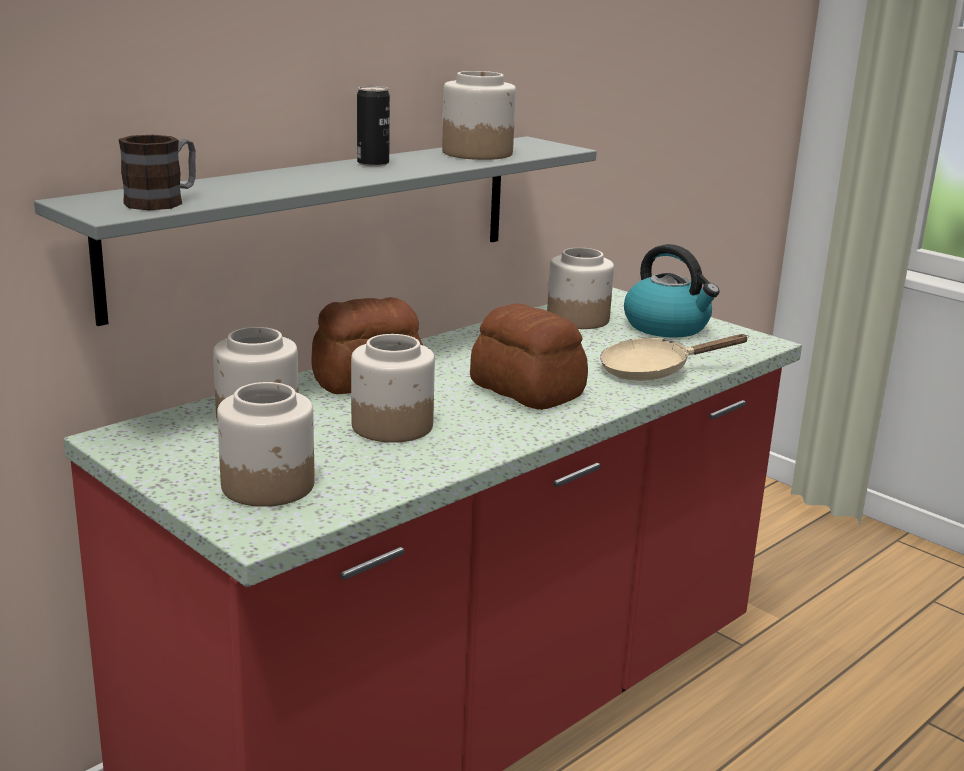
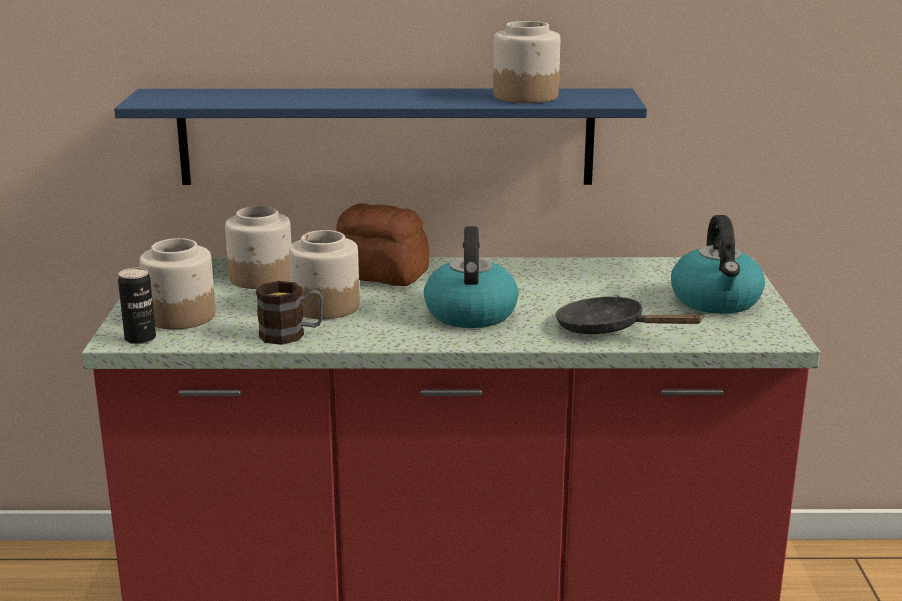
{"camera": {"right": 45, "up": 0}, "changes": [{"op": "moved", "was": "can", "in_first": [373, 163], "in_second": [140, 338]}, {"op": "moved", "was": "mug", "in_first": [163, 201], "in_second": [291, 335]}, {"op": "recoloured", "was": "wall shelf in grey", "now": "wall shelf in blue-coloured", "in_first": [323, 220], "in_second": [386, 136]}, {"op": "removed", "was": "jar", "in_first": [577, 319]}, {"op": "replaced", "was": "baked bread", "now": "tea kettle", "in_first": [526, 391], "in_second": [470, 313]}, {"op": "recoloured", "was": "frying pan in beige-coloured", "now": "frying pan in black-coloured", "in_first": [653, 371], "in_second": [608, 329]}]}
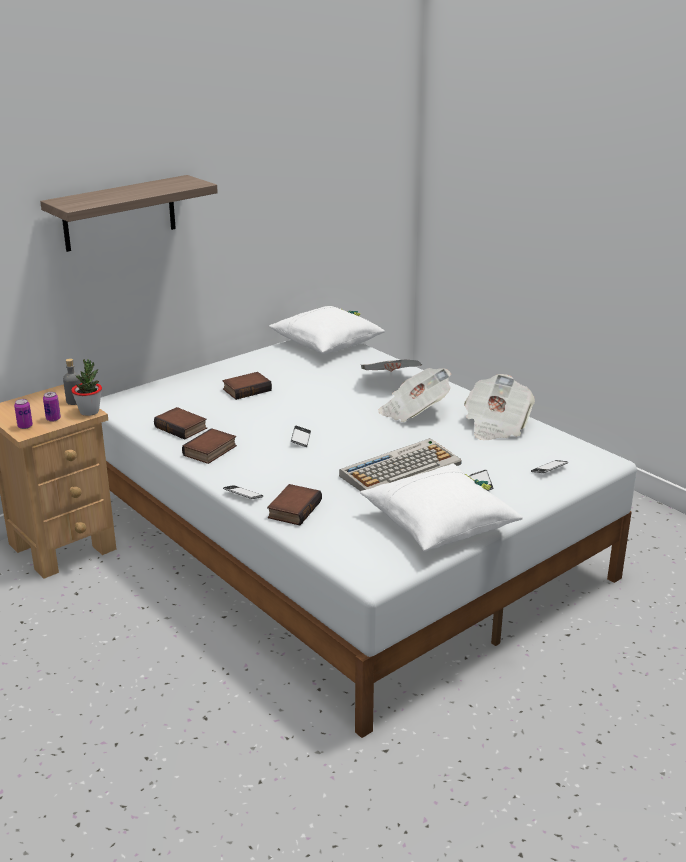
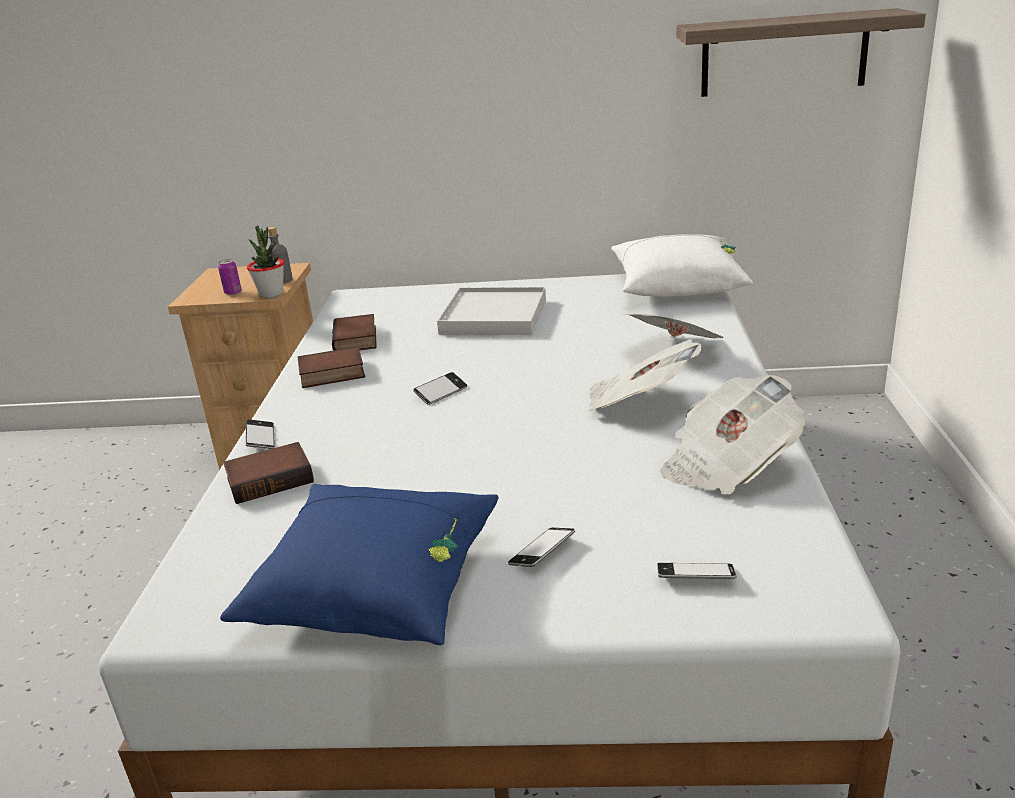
{"camera": {"right": 45, "up": 0}, "changes": [{"op": "moved", "was": "wall shelf", "in_first": [119, 213], "in_second": [784, 54]}, {"op": "replaced", "was": "bound book", "now": "serving tray in white-coloured", "in_first": [247, 389], "in_second": [494, 316]}, {"op": "removed", "was": "can", "in_first": [25, 426]}, {"op": "removed", "was": "keyboard", "in_first": [401, 469]}, {"op": "recoloured", "was": "pillow in white-coloured", "now": "pillow in blue-coloured", "in_first": [439, 525], "in_second": [375, 589]}]}
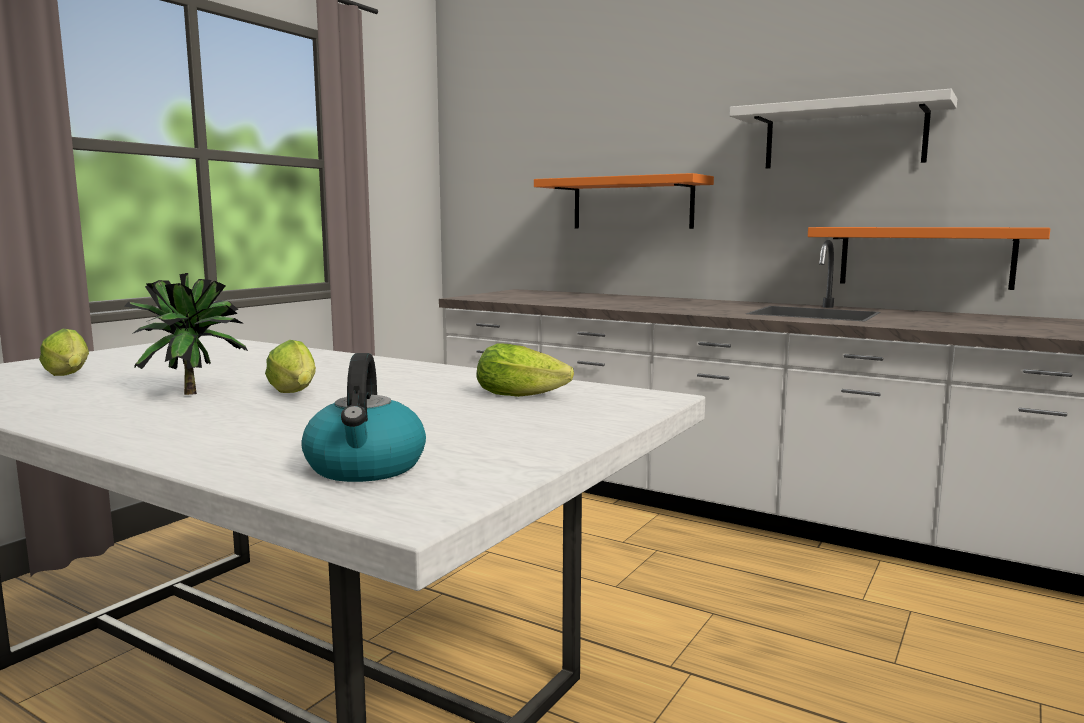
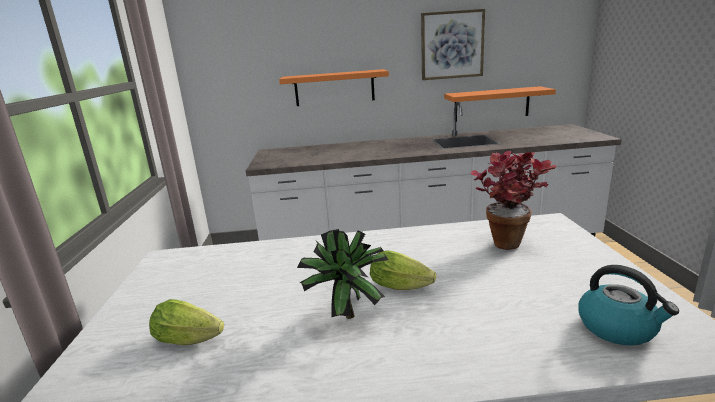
{"camera": {"right": -35, "up": 10}, "changes": [{"op": "replaced", "was": "wall shelf in white-coloured", "now": "wall art", "in_first": [844, 136], "in_second": [452, 45]}, {"op": "replaced", "was": "lettuce head", "now": "potted plant", "in_first": [525, 395], "in_second": [506, 240]}]}
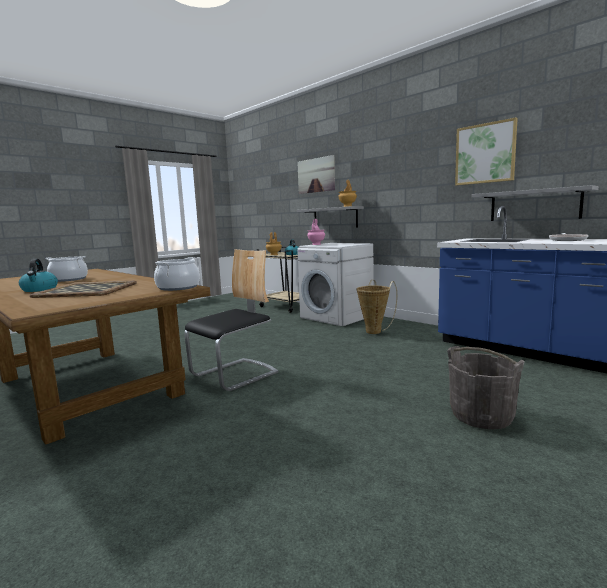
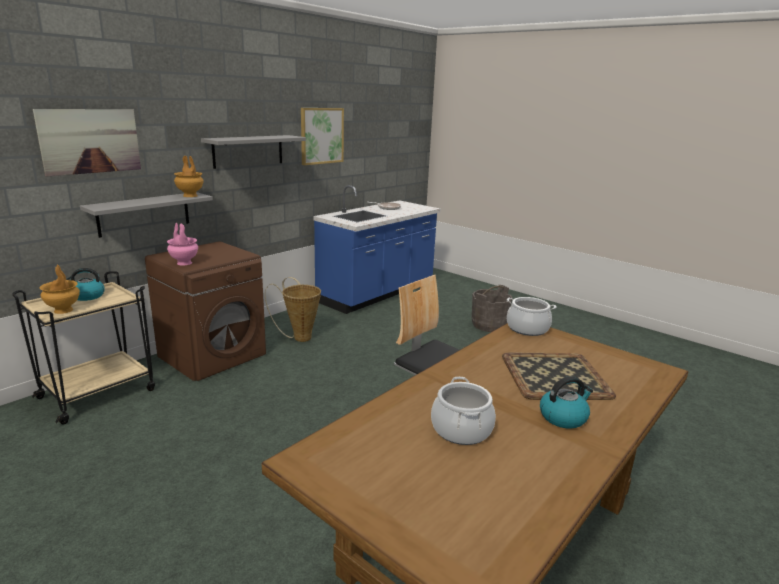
{"camera": {"right": -95, "up": 10}, "changes": [{"op": "moved", "was": "wall shelf in grey", "in_first": [534, 205], "in_second": [248, 151]}, {"op": "recoloured", "was": "laundry machine in white-coloured", "now": "laundry machine in brownish", "in_first": [335, 317], "in_second": [215, 355]}]}
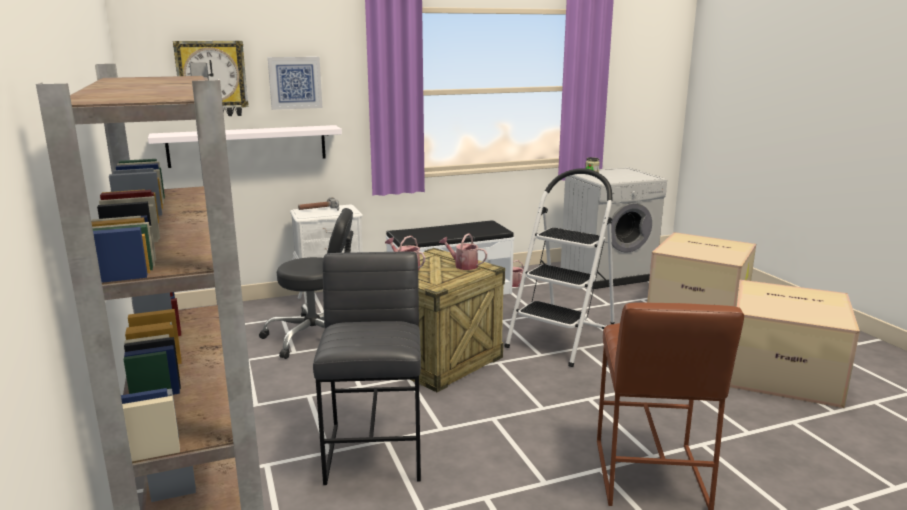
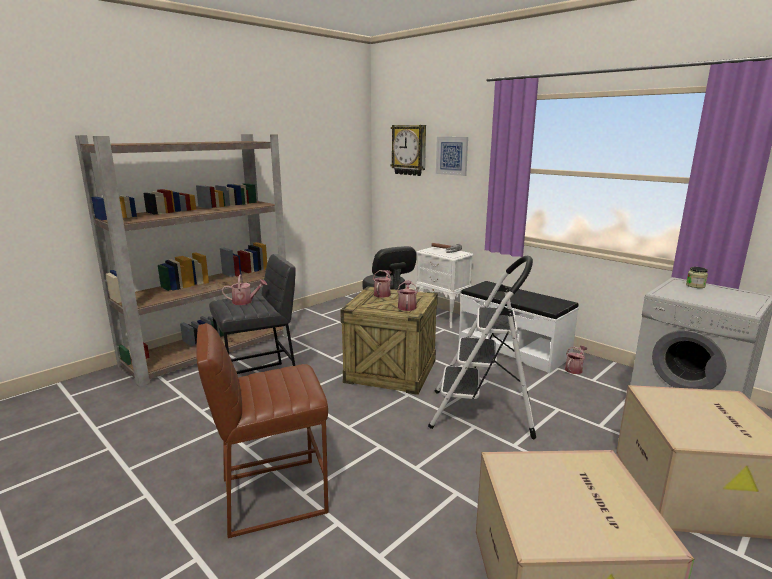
{"camera": {"right": 65, "up": 0}, "changes": [{"op": "removed", "was": "wall shelf in white-coloured", "in_first": [248, 146]}, {"op": "added", "now": "sprinkling can", "in_second": [245, 301]}]}
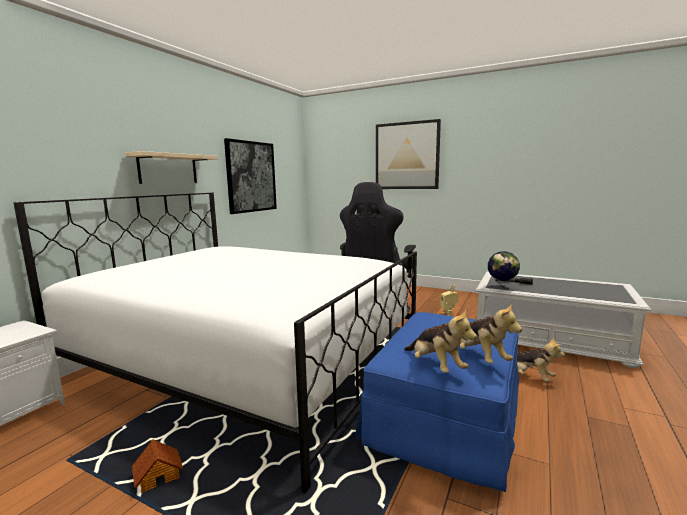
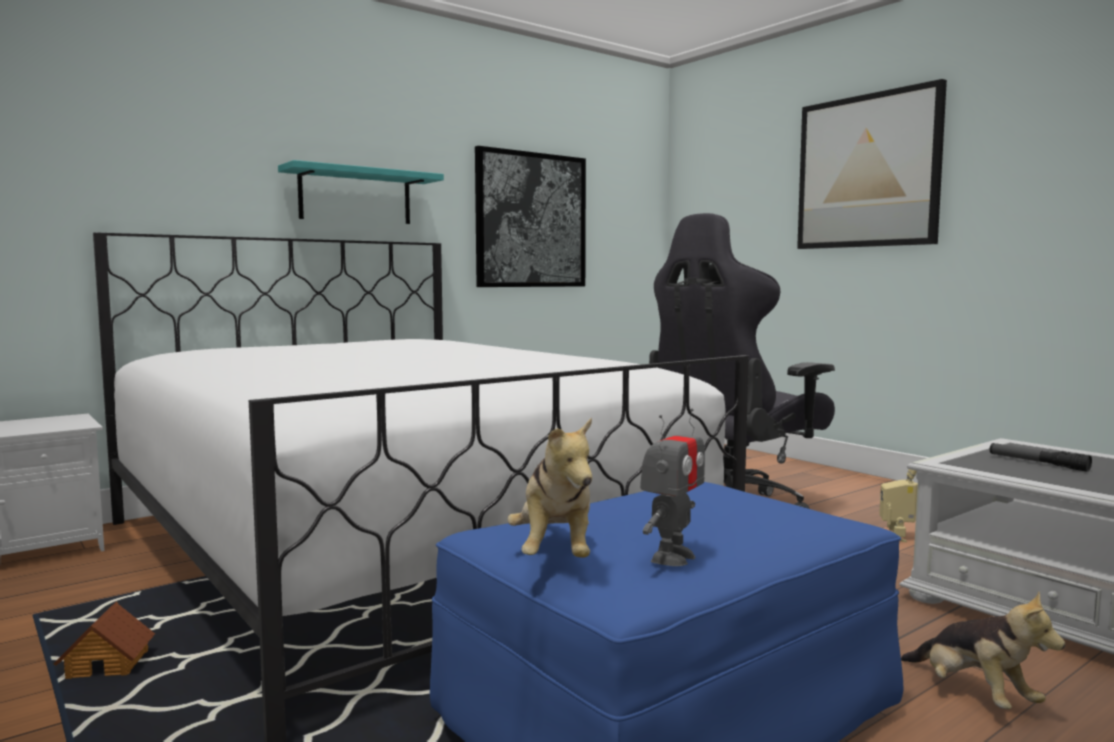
{"camera": {"right": 25, "up": -5}, "changes": [{"op": "recoloured", "was": "wall shelf in beige-coloured", "now": "wall shelf in turquoise-coloured", "in_first": [168, 169], "in_second": [355, 196]}, {"op": "removed", "was": "world globe", "in_first": [501, 288]}, {"op": "replaced", "was": "plush toy", "now": "robot figure", "in_first": [480, 358], "in_second": [672, 557]}]}
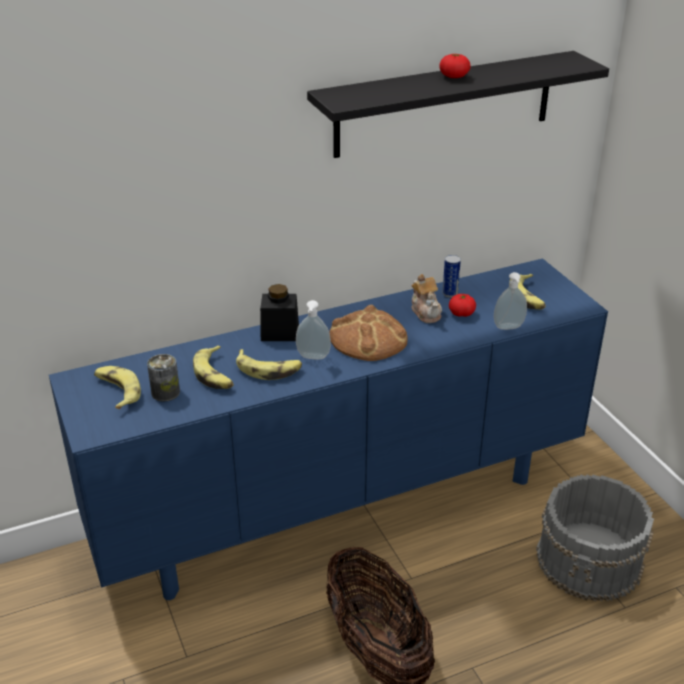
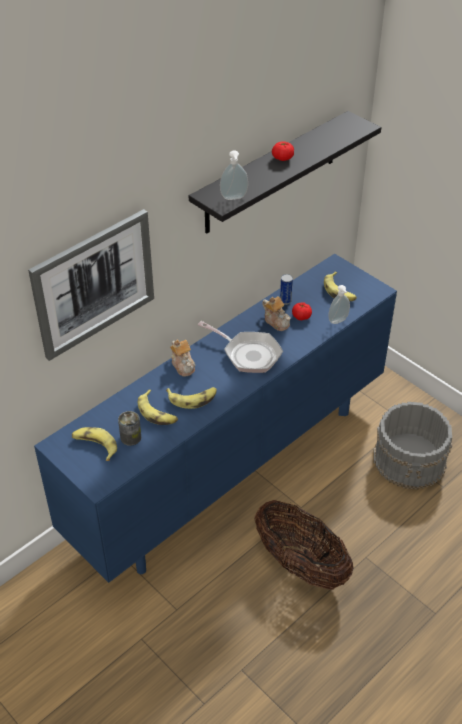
{"camera": {"right": -20, "up": 10}, "changes": [{"op": "replaced", "was": "jar in black-coloured", "now": "pot for tea", "in_first": [280, 333], "in_second": [183, 365]}, {"op": "moved", "was": "liquid soap bottle", "in_first": [313, 357], "in_second": [234, 198]}, {"op": "replaced", "was": "baked bread", "now": "frying pan", "in_first": [369, 338], "in_second": [248, 354]}, {"op": "added", "now": "wall art", "in_second": [94, 283]}]}
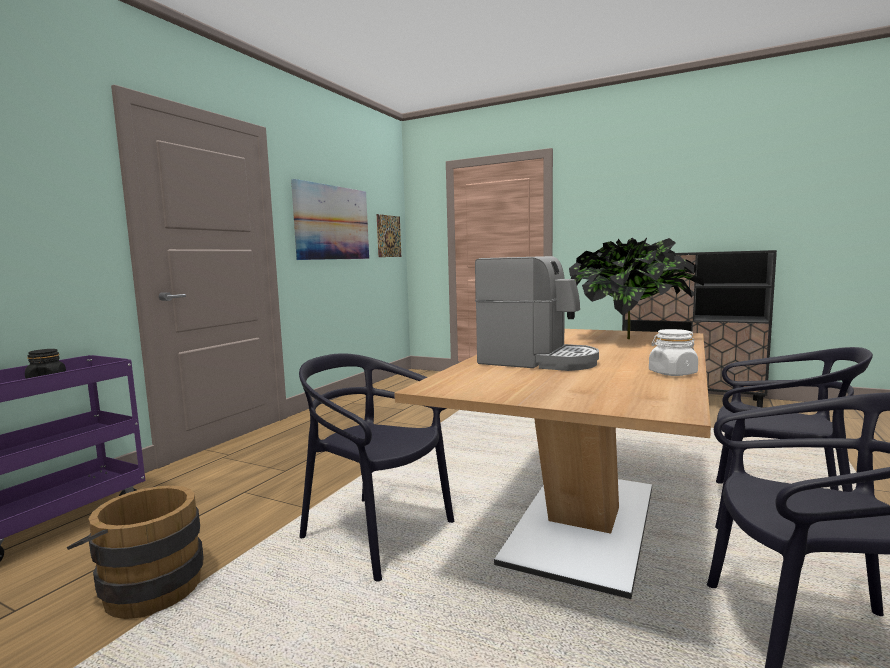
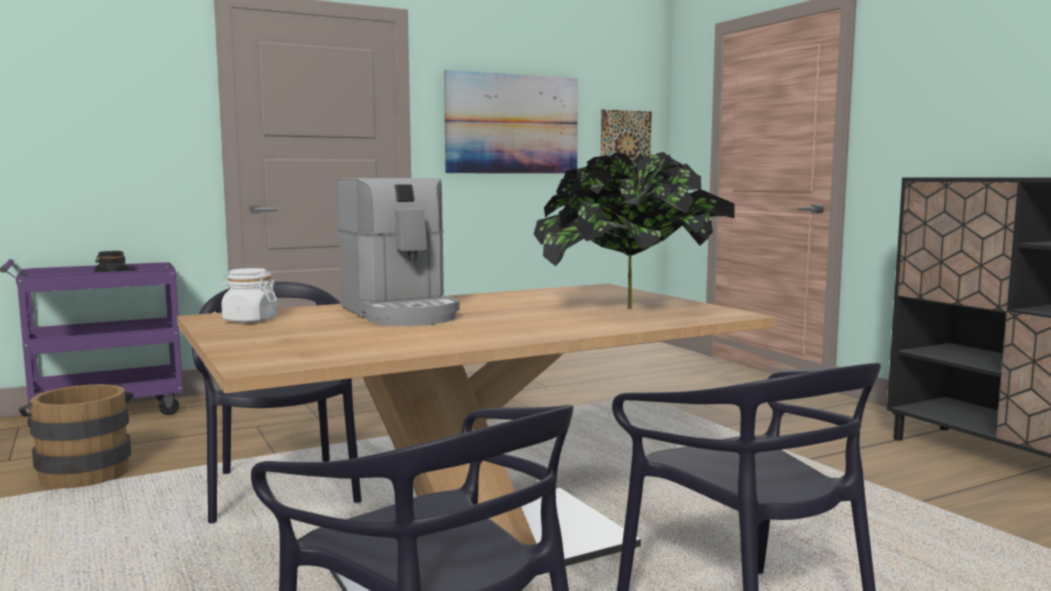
{"camera": {"right": 35, "up": 0}, "changes": [{"op": "moved", "was": "jar in white-coloured", "in_first": [672, 373], "in_second": [250, 320]}]}
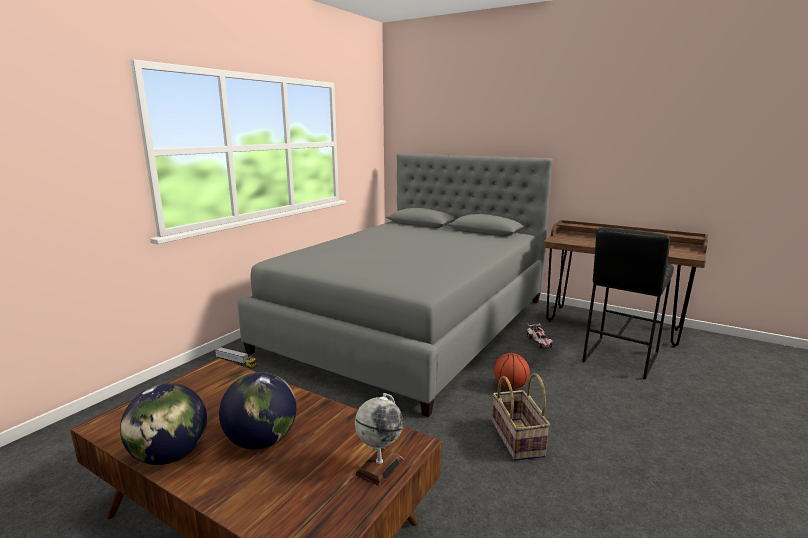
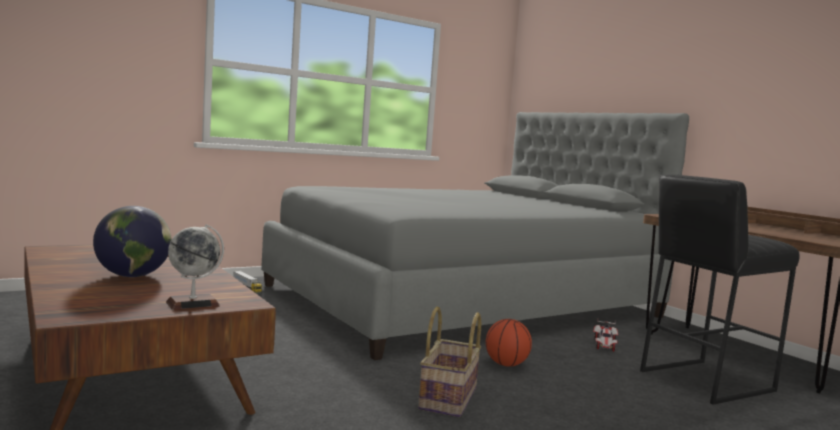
{"camera": {"right": 25, "up": -10}, "changes": [{"op": "removed", "was": "world globe", "in_first": [170, 456]}]}
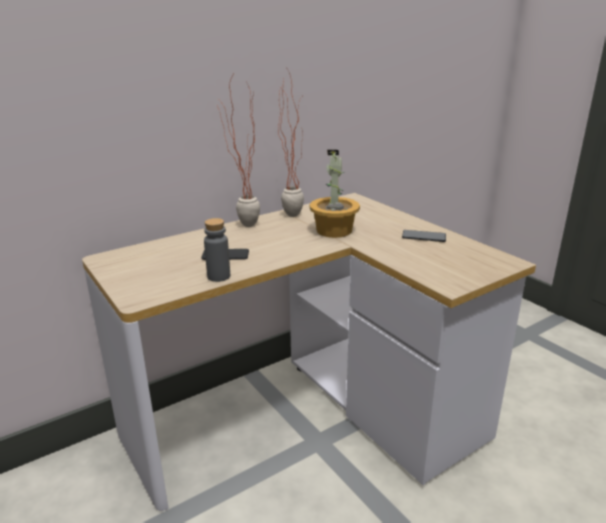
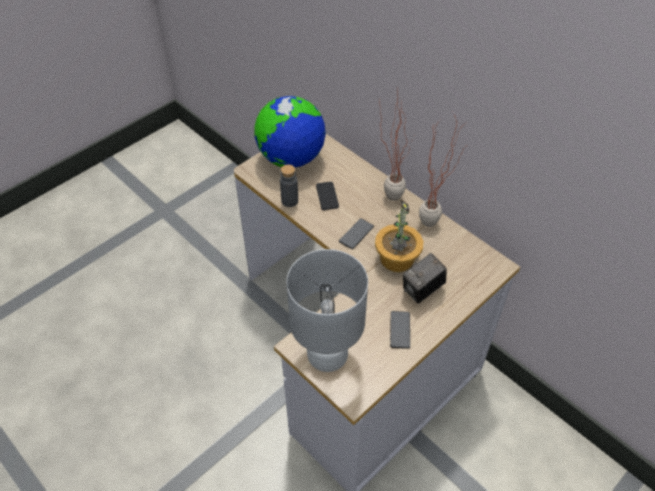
{"camera": {"right": 80, "up": 25}, "changes": [{"op": "added", "now": "world globe", "in_second": [291, 158]}, {"op": "added", "now": "telephone", "in_second": [356, 234]}, {"op": "added", "now": "lamp for a table in grey", "in_second": [328, 355]}, {"op": "added", "now": "photo camera", "in_second": [422, 290]}]}
